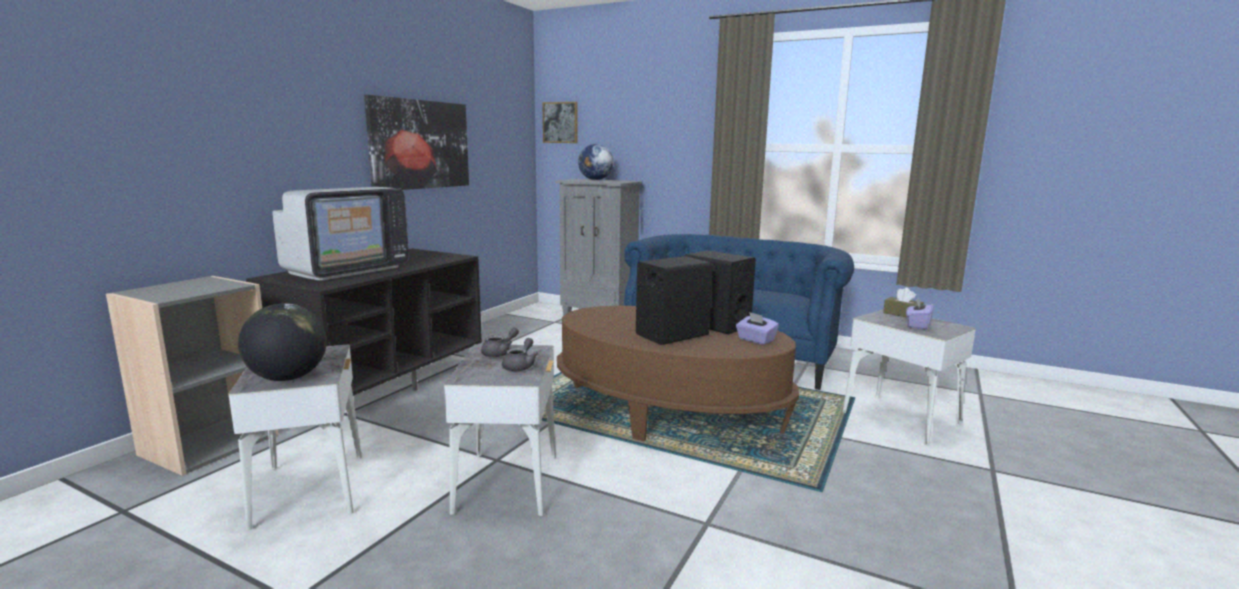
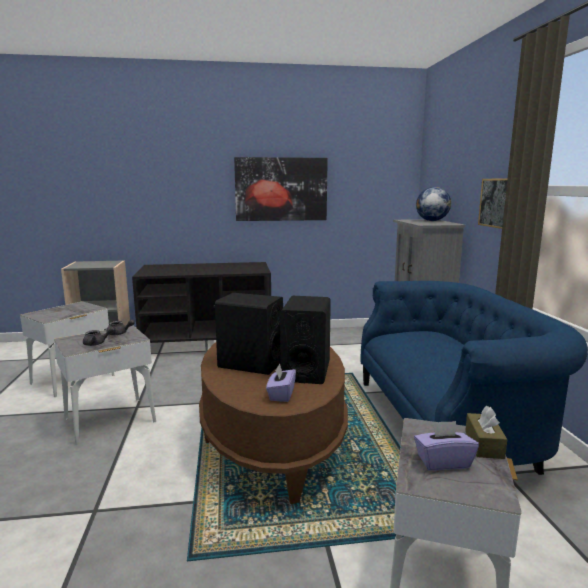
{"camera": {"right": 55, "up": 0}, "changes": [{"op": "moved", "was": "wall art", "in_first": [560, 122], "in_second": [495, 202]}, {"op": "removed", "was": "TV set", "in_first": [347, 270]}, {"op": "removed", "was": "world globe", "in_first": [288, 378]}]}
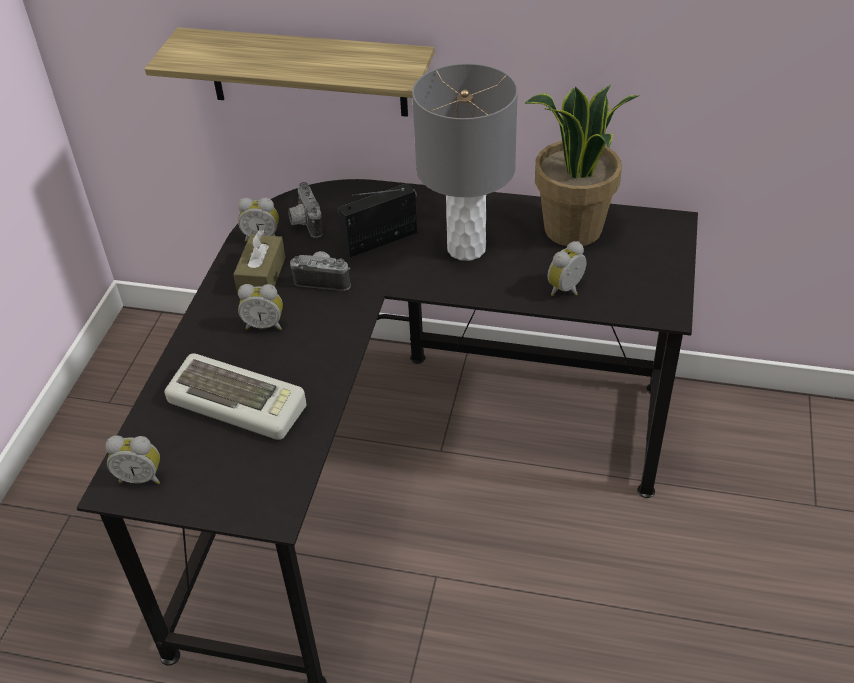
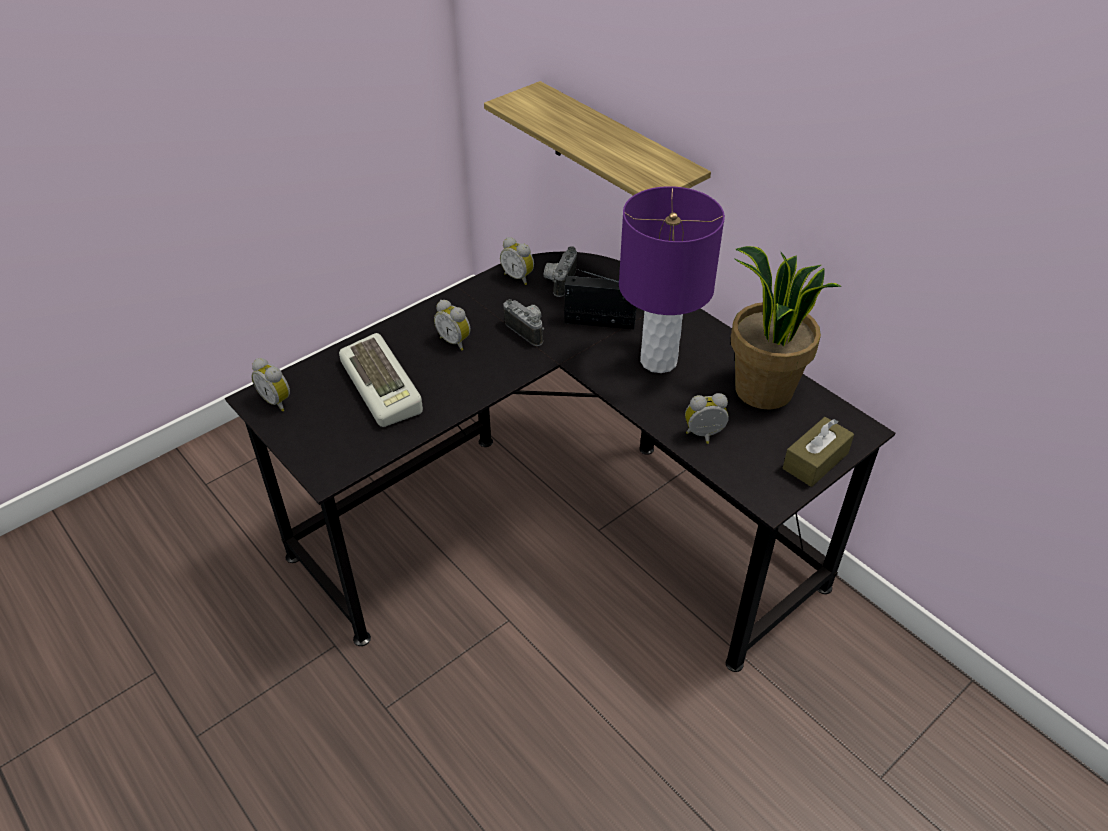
{"camera": {"right": 35, "up": 0}, "changes": [{"op": "recoloured", "was": "lamp for a table in grey", "now": "lamp for a table in purple-coloured", "in_first": [466, 248], "in_second": [658, 360]}, {"op": "moved", "was": "tissue box in brownish", "in_first": [262, 276], "in_second": [815, 461]}]}
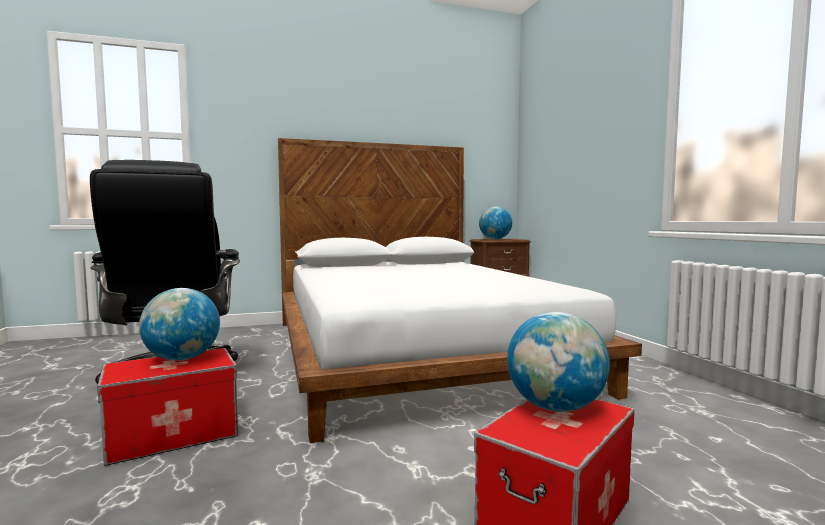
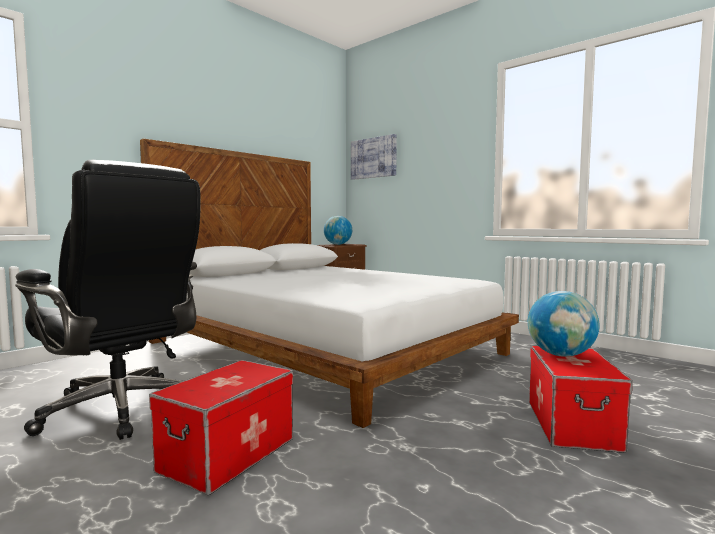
{"camera": {"right": -30, "up": 0}, "changes": [{"op": "removed", "was": "world globe", "in_first": [182, 359]}, {"op": "added", "now": "wall art", "in_second": [373, 158]}]}
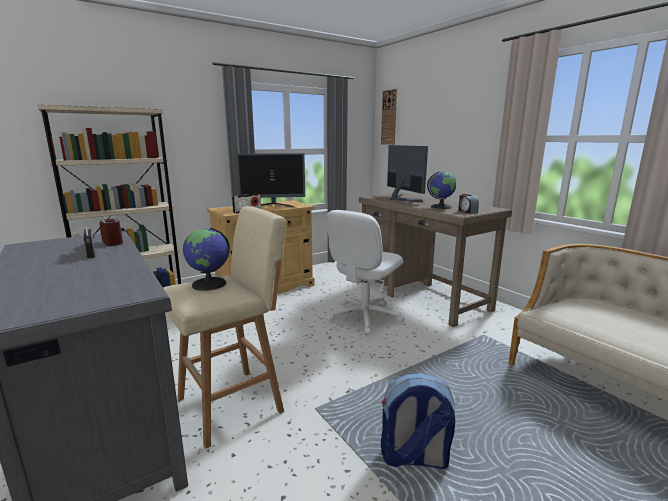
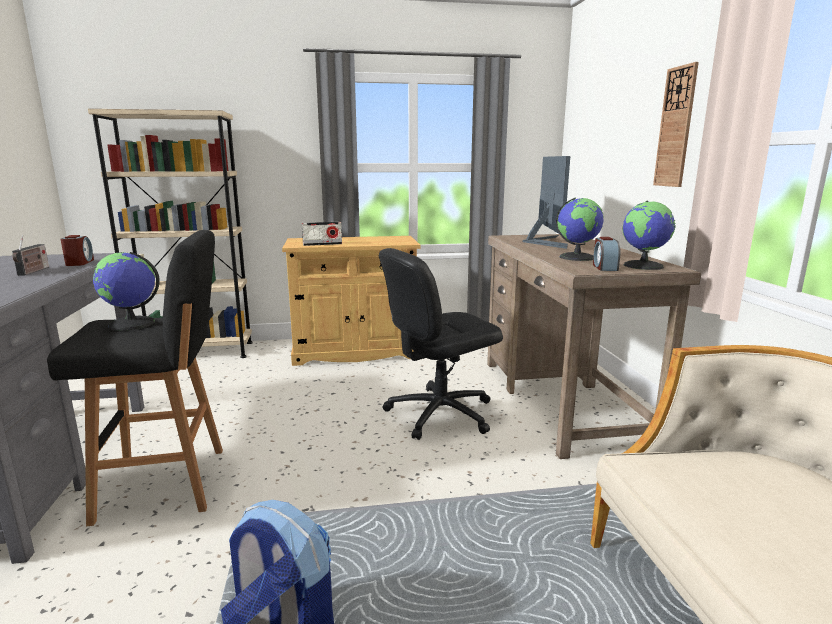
{"camera": {"right": 25, "up": 0}, "changes": [{"op": "moved", "was": "hanging clock", "in_first": [389, 117], "in_second": [675, 127]}, {"op": "removed", "was": "monitor", "in_first": [273, 206]}, {"op": "recoloured", "was": "sitting stool in beige-coloured", "now": "sitting stool in black-coloured", "in_first": [233, 403], "in_second": [168, 483]}, {"op": "recoloured", "was": "office chair in white-coloured", "now": "office chair in black-coloured", "in_first": [364, 316], "in_second": [440, 413]}, {"op": "added", "now": "world globe", "in_second": [644, 266]}]}
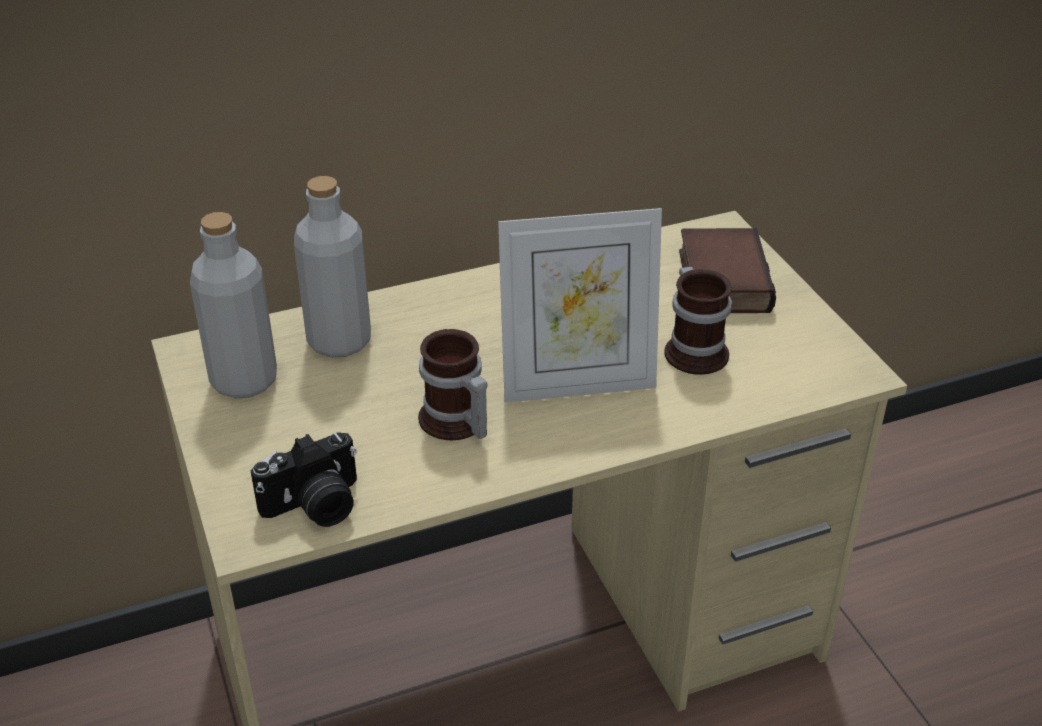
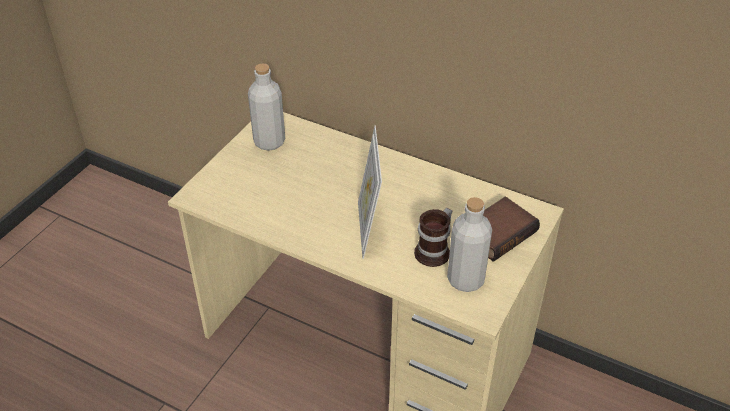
{"camera": {"right": 50, "up": 5}, "changes": [{"op": "moved", "was": "drink bottle in grey", "in_first": [339, 341], "in_second": [465, 279]}, {"op": "turned", "was": "picture frame", "in_first": [578, 384], "in_second": [368, 229], "clockwise": 45}, {"op": "removed", "was": "mug", "in_first": [454, 423]}, {"op": "removed", "was": "photo camera", "in_first": [315, 506]}]}
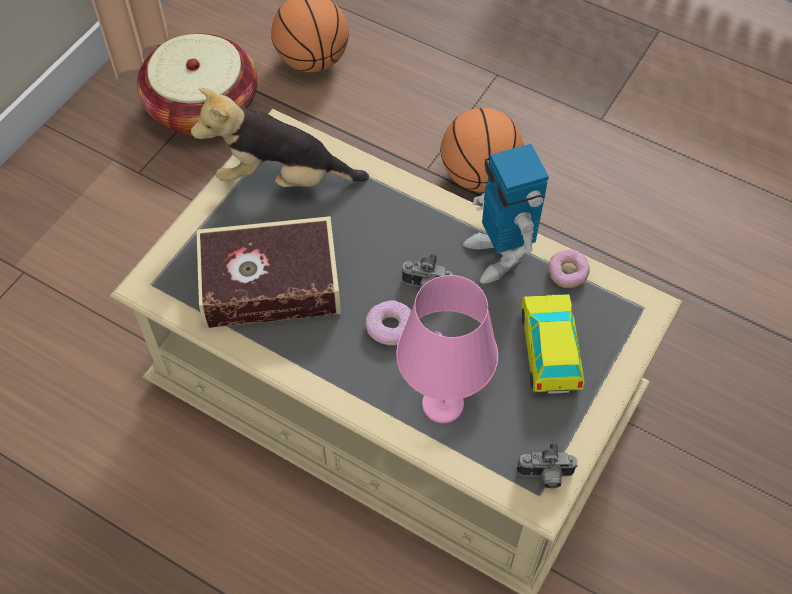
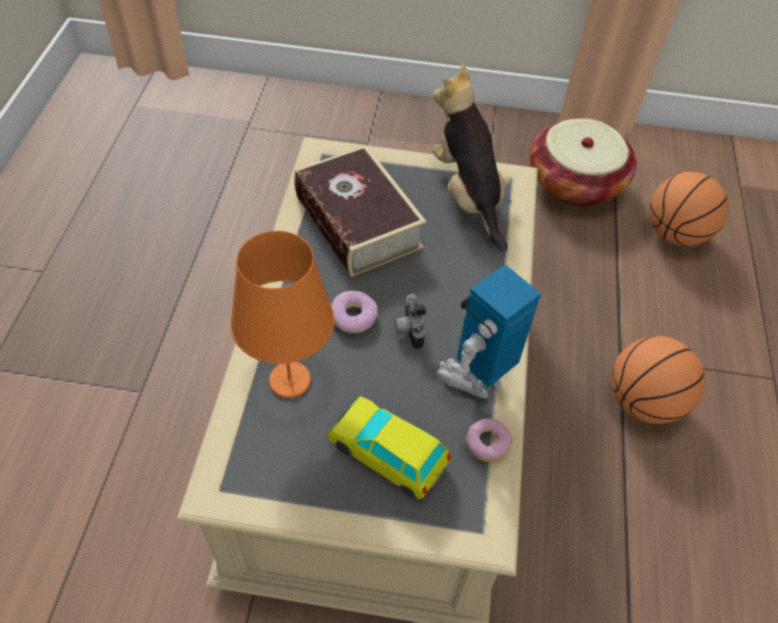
{"camera": {"right": 65, "up": -5}, "changes": [{"op": "recoloured", "was": "lamp for a table in pink", "now": "lamp for a table in orange-coloured", "in_first": [442, 404], "in_second": [289, 379]}, {"op": "turned", "was": "toy car", "in_first": [549, 350], "in_second": [388, 453], "clockwise": -120}, {"op": "removed", "was": "photo camera", "in_first": [545, 476]}]}
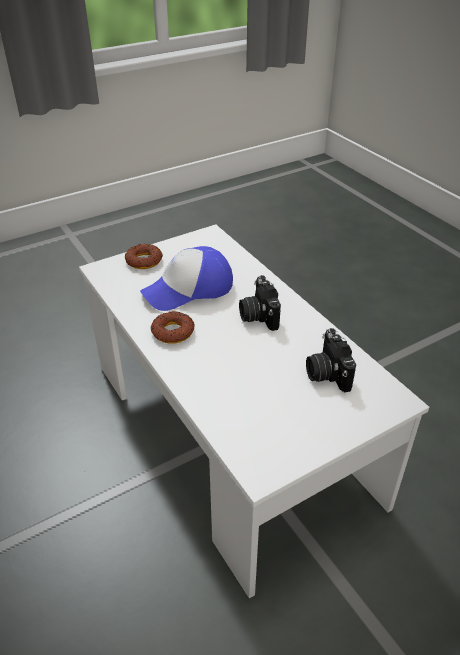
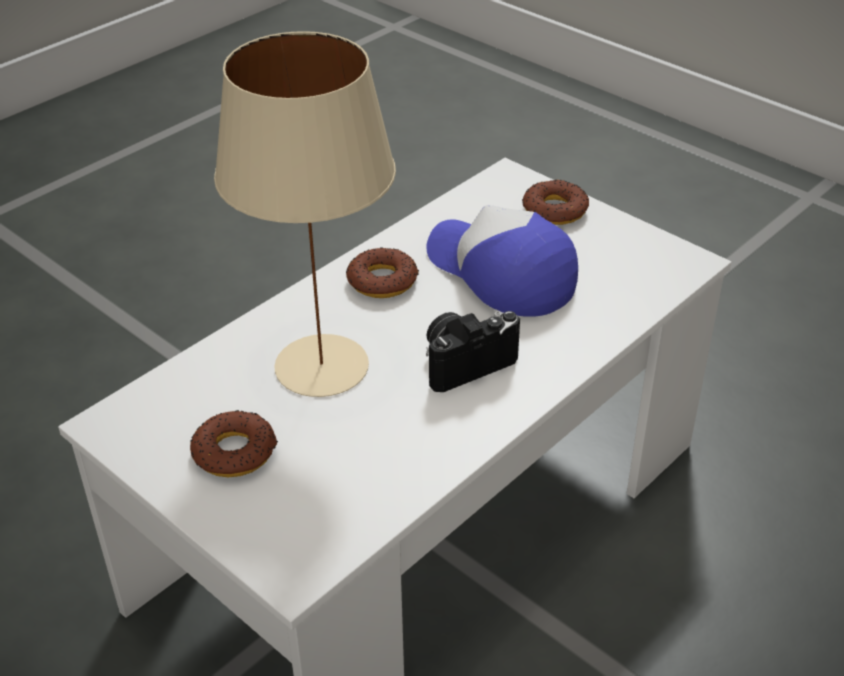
{"camera": {"right": 75, "up": 0}, "changes": [{"op": "removed", "was": "photo camera", "in_first": [326, 373]}, {"op": "added", "now": "lamp for a table in beige-coloured", "in_second": [322, 367]}, {"op": "added", "now": "donut", "in_second": [234, 452]}]}
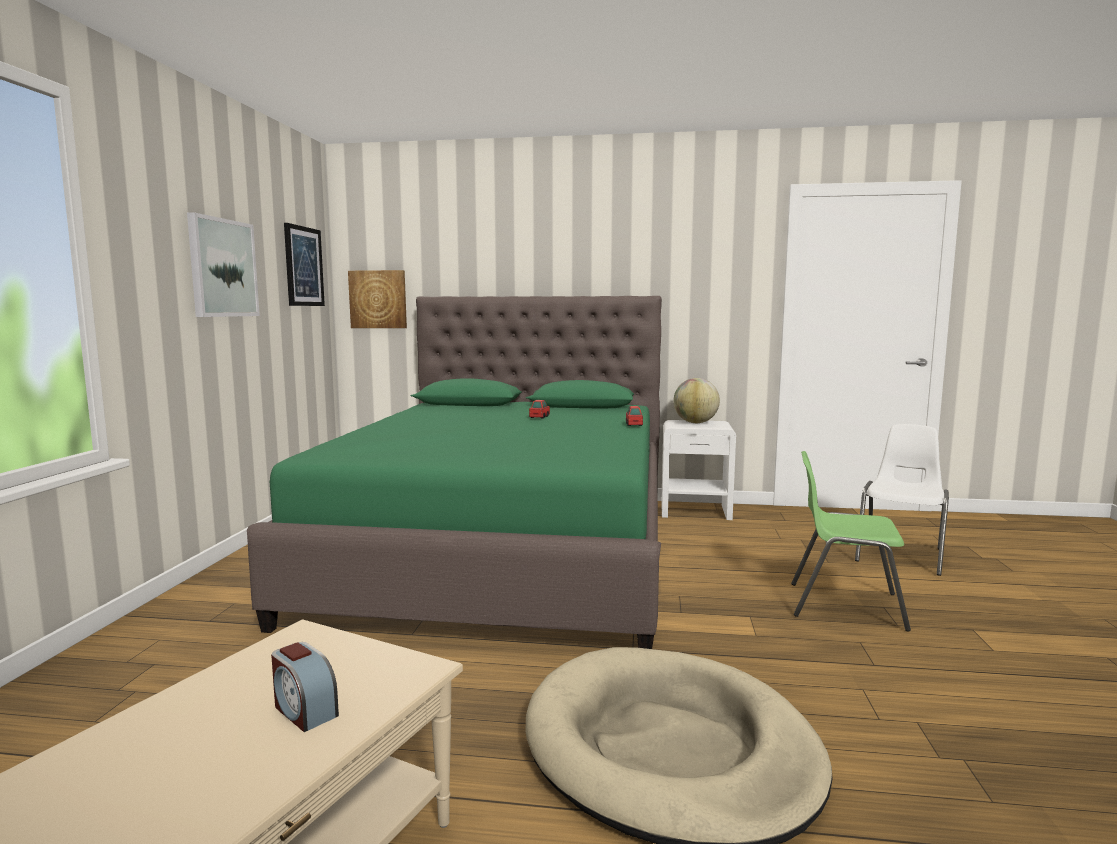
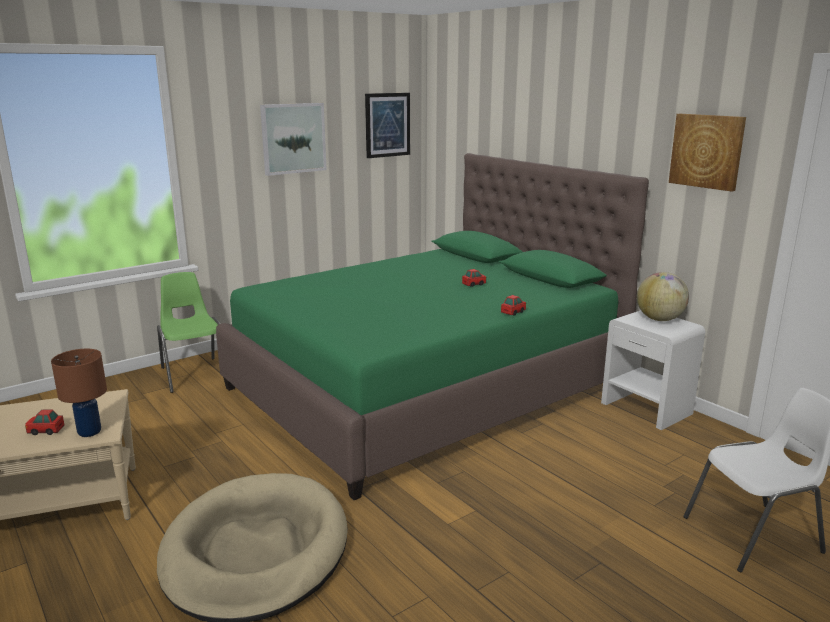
{"camera": {"right": 45, "up": 10}, "changes": [{"op": "moved", "was": "wall art", "in_first": [378, 299], "in_second": [707, 151]}, {"op": "moved", "was": "upright chair in green", "in_first": [843, 605], "in_second": [194, 374]}, {"op": "replaced", "was": "bedside clock", "now": "toy car", "in_first": [304, 710], "in_second": [45, 431]}, {"op": "added", "now": "lamp for a table in brownish", "in_second": [89, 432]}]}
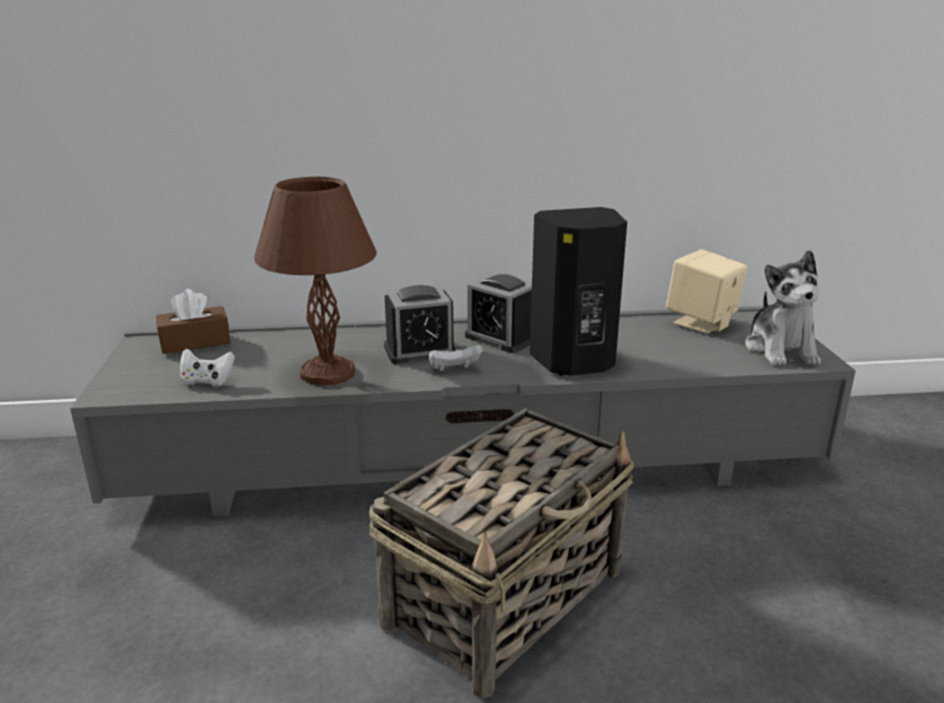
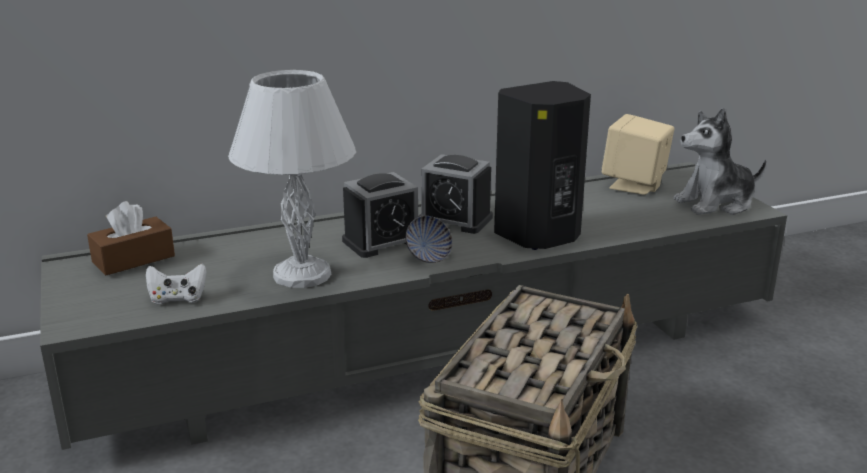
{"camera": {"right": -15, "up": 0}, "changes": [{"op": "recoloured", "was": "lamp for a table in brownish", "now": "lamp for a table in white-coloured", "in_first": [325, 374], "in_second": [300, 276]}, {"op": "turned", "was": "plush toy", "in_first": [780, 350], "in_second": [716, 203], "clockwise": 90}, {"op": "replaced", "was": "game controller in white-coloured", "now": "deep dish", "in_first": [453, 370], "in_second": [428, 257]}]}
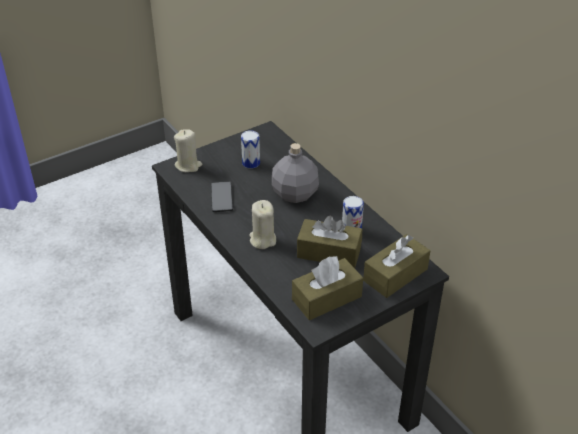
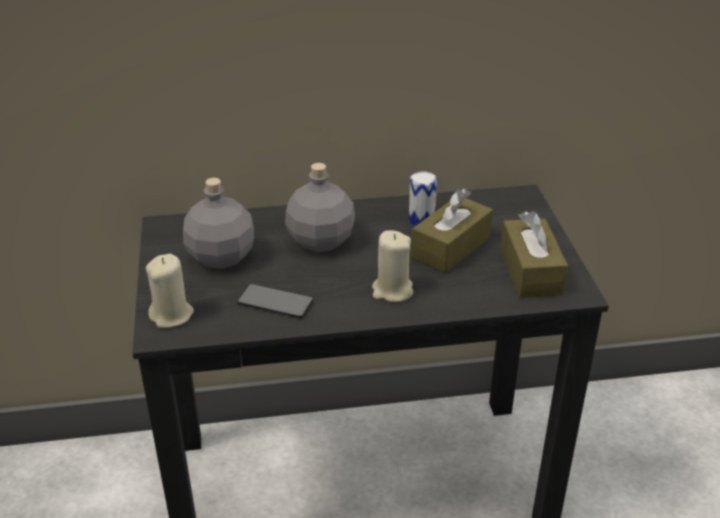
{"camera": {"right": -65, "up": -5}, "changes": [{"op": "replaced", "was": "can", "now": "drink bottle in grey", "in_first": [251, 163], "in_second": [221, 257]}, {"op": "removed", "was": "tissue box in brownish", "in_first": [395, 275]}]}
